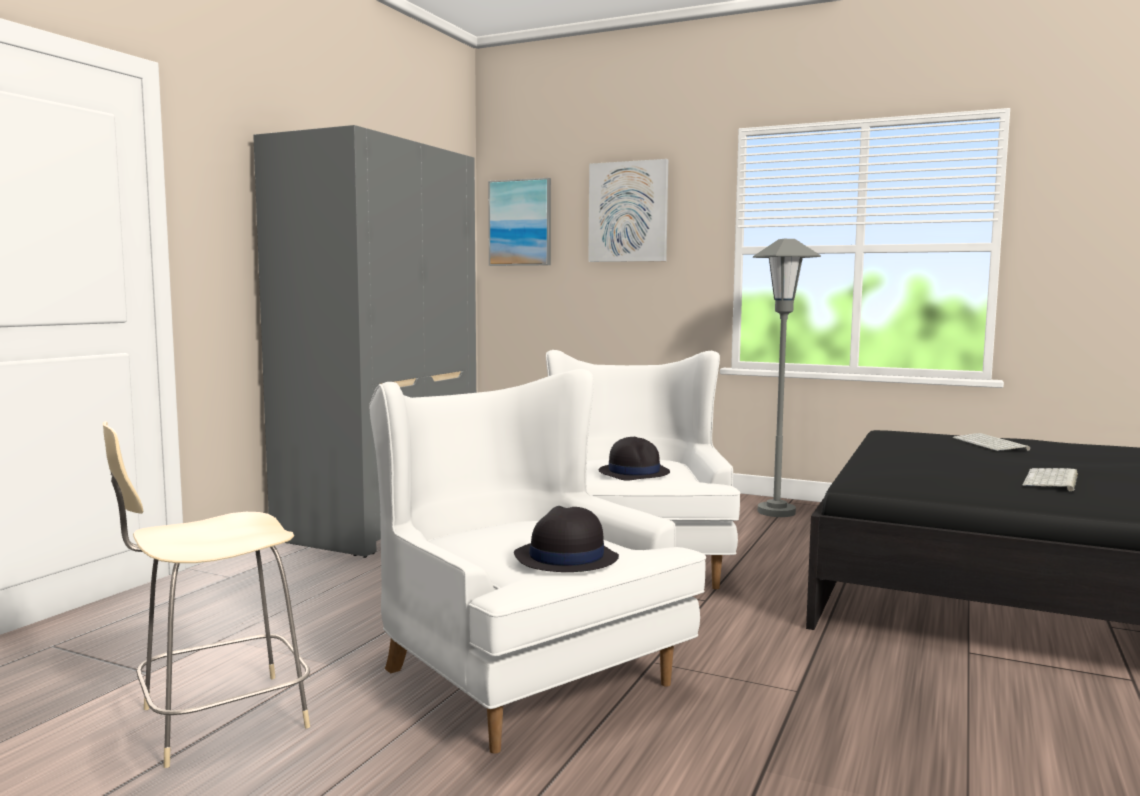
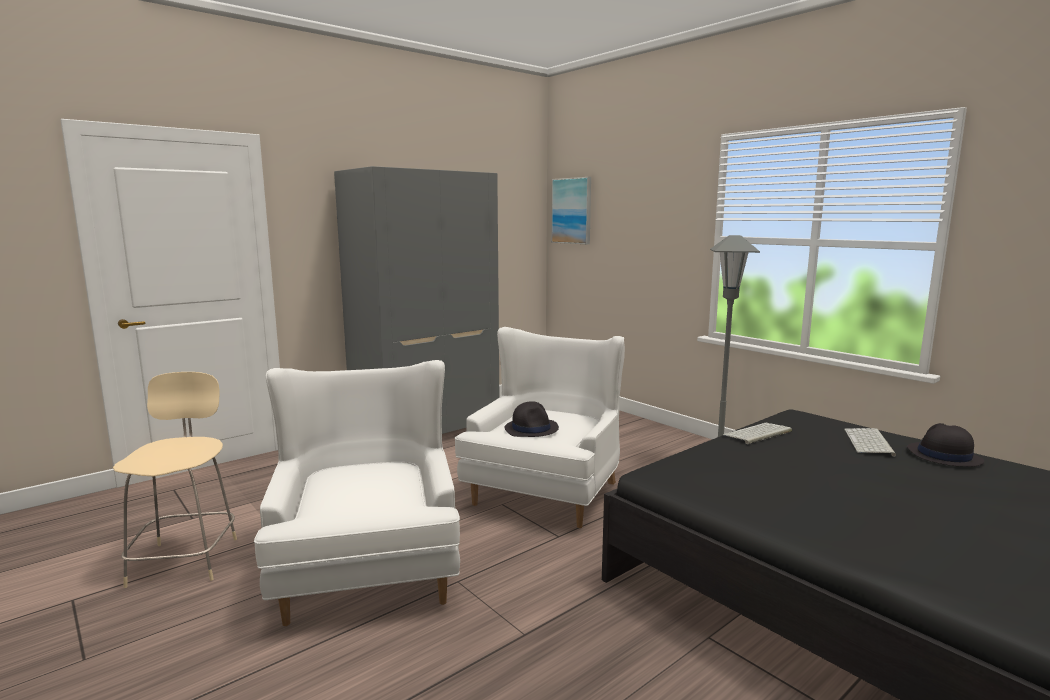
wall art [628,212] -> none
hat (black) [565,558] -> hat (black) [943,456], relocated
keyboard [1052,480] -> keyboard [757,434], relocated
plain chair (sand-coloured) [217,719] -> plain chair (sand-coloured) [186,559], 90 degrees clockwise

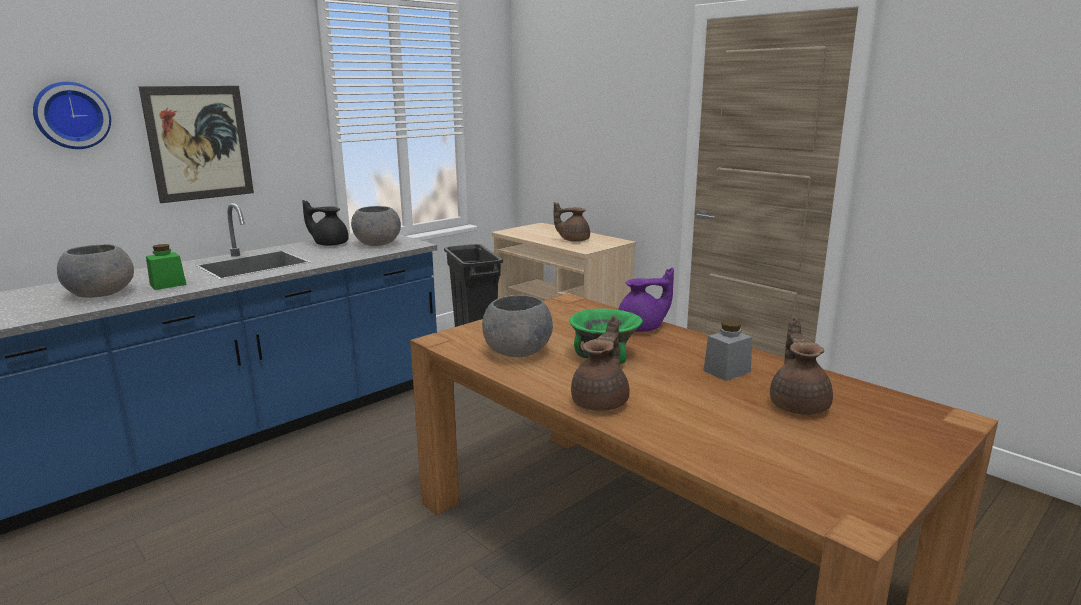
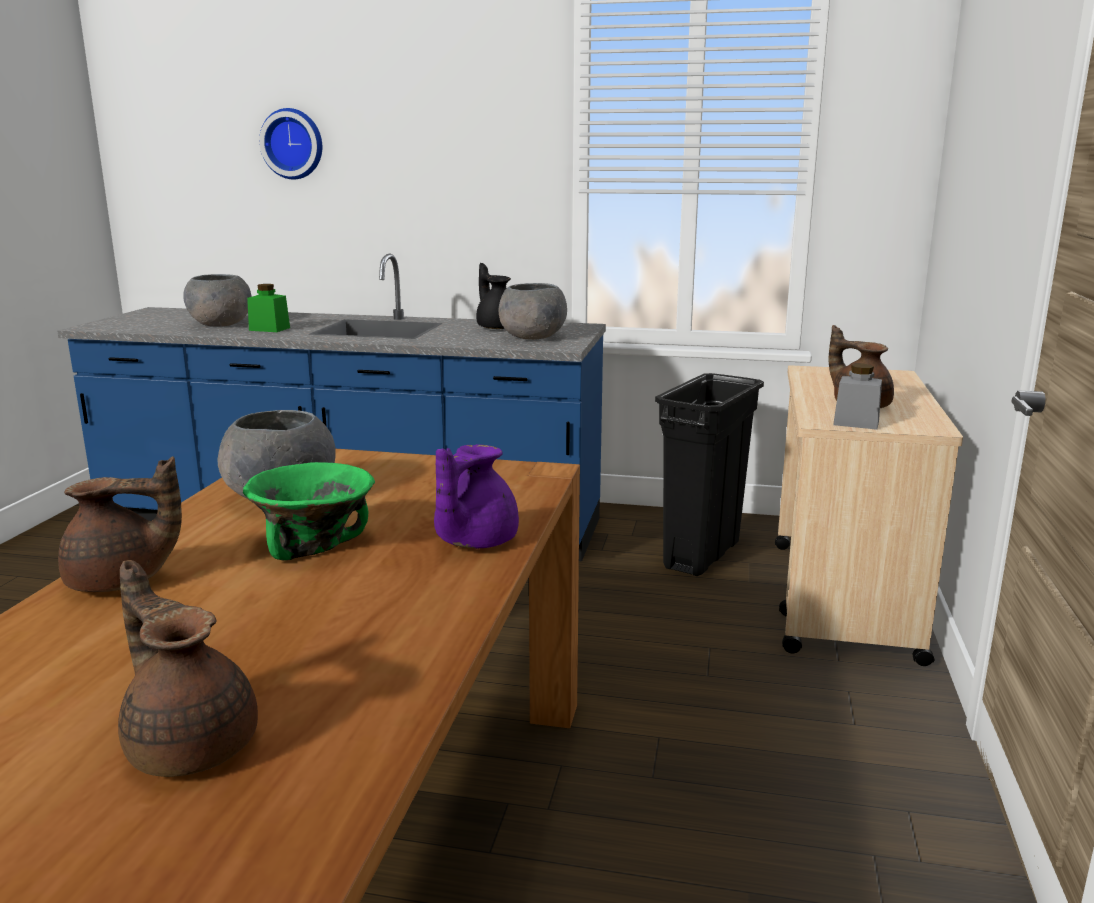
wall art [199,143] -> none
storage jar (grey) [727,371] -> storage jar (grey) [856,423], relocated
pot for tea (purple-coloured) [642,328] -> pot for tea (purple-coloured) [473,541], 75 degrees clockwise
pot for tea (brown-coloured) [798,405] -> pot for tea (brown-coloured) [191,743], 105 degrees counterclockwise

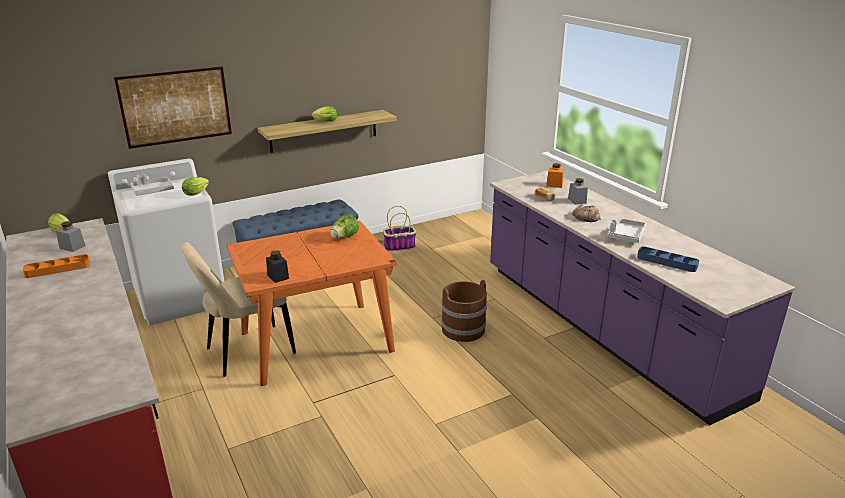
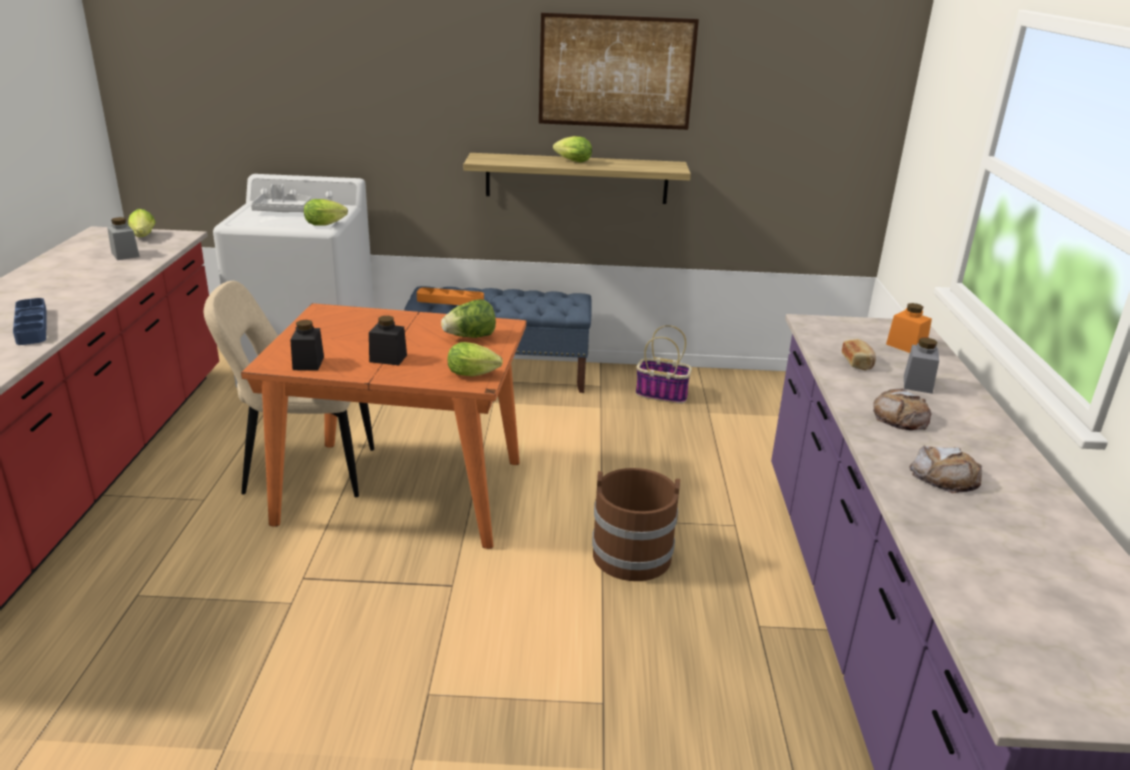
none -> storage jar (black) [388,358]
none -> head of lettuce [475,374]
tray (orangey) [58,269] -> tray (orangey) [450,301], relocated
wall art [176,107] -> wall art [616,72], relocated
tray (bluish) [667,262] -> tray (bluish) [31,326], relocated
tray (grey) [626,236] -> bread [945,476]

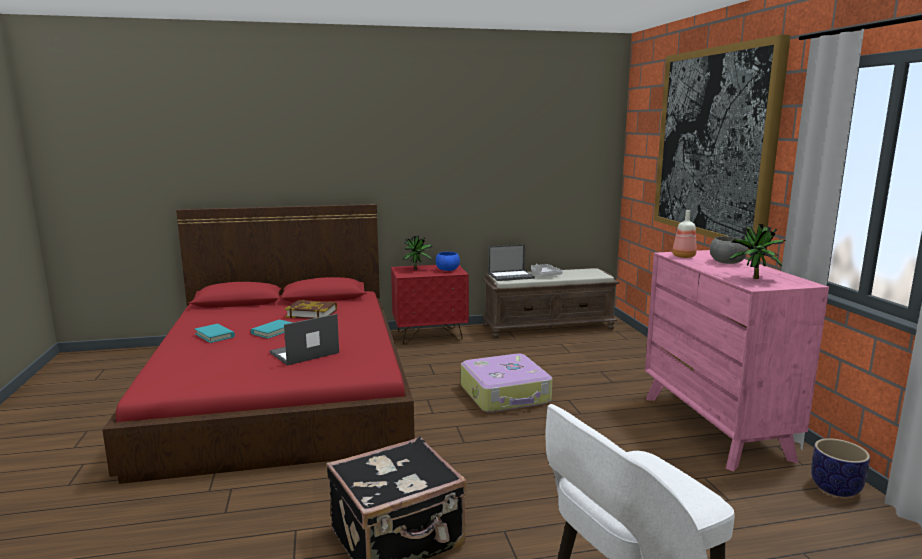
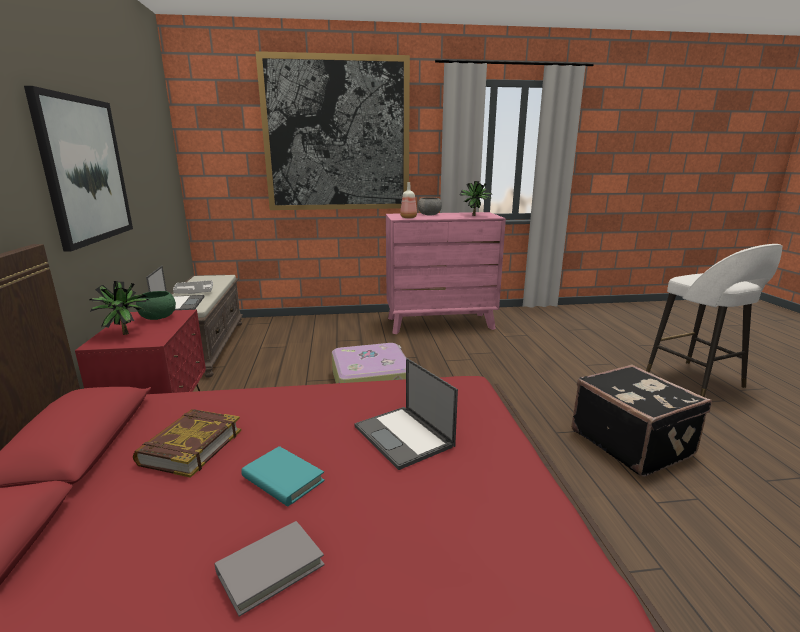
planter [835,488] -> none
none -> wall art [84,170]
book (turquoise-coloured) [214,335] -> book (grey) [270,568]
bowl (bluish) [447,270] -> bowl (green-coloured) [158,318]

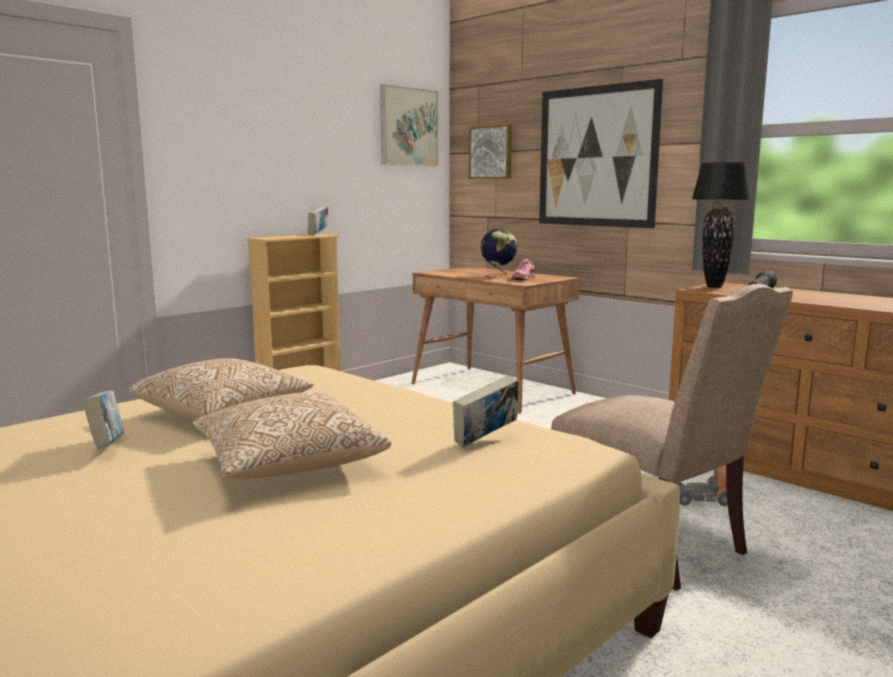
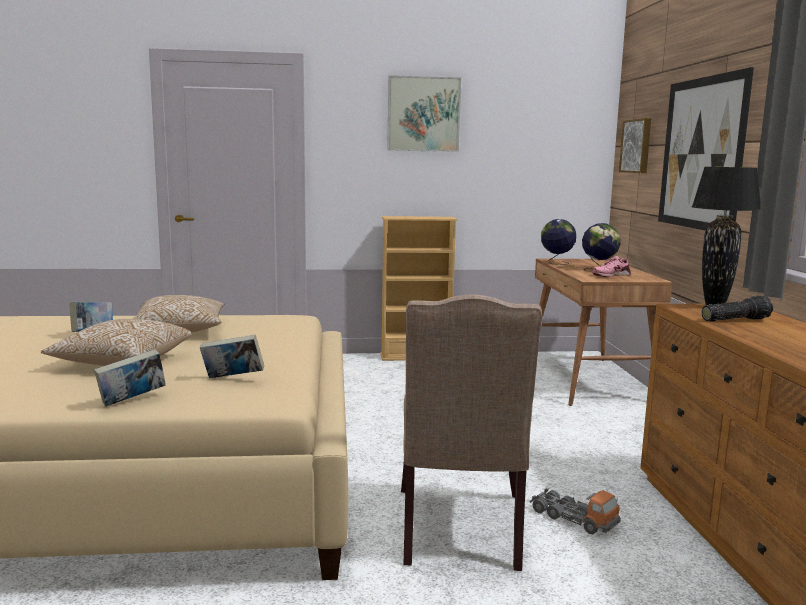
none -> globe [556,263]
book [318,234] -> book [132,401], relocated
wall art [409,127] -> wall art [423,114], relocated

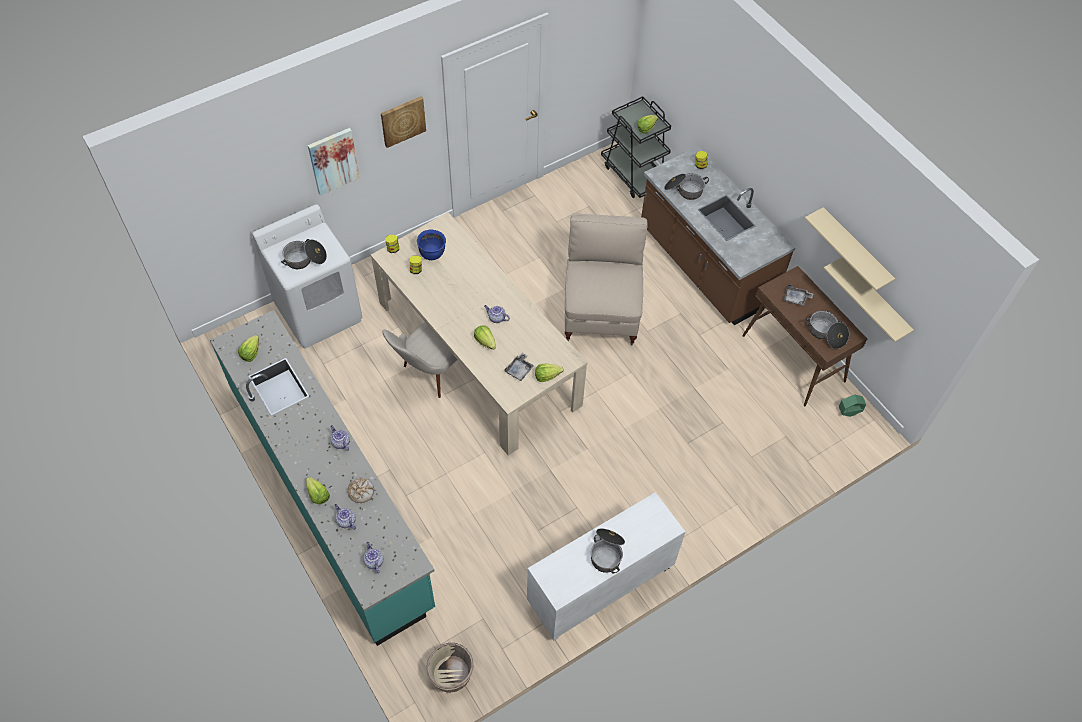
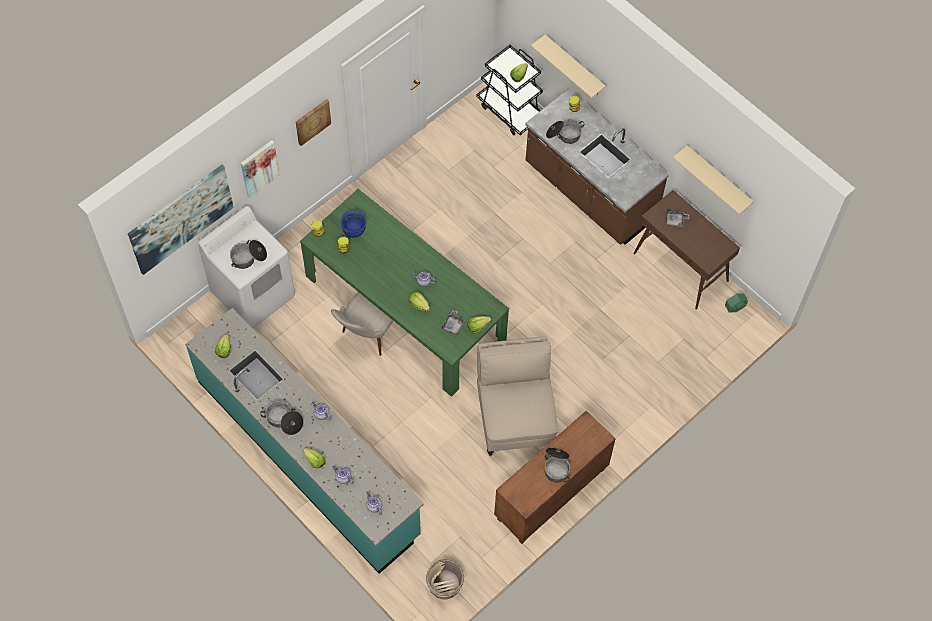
bread [361,492] -> none
none -> wall art [181,219]
plain chair (sand-coloured) [601,310] -> plain chair (sand-coloured) [515,418], relocated
stockpot [825,334] -> stockpot [284,421], relocated
shelf (sand-coloured) [873,300] -> shelf (sand-coloured) [574,66], relocated
dinner table (sand-coloured) [478,353] -> dinner table (green-coloured) [405,308]
cabinet (white-coloured) [600,588] -> cabinet (brown-coloured) [551,495]

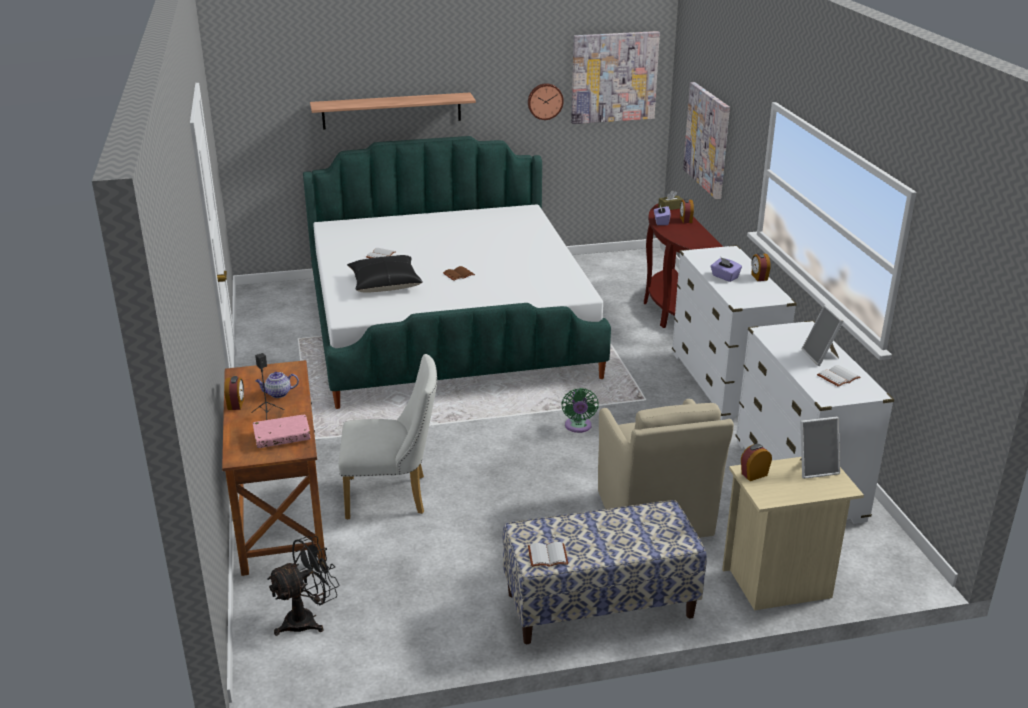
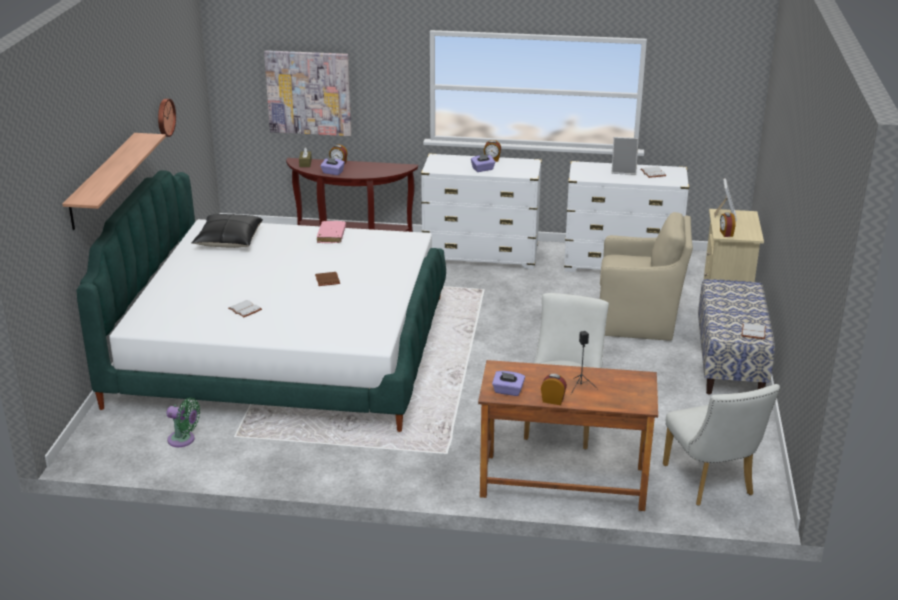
pot for tea [278,394] -> none
wall art [614,77] -> none
none -> box of tissues (purple-coloured) [508,391]
book (pink-coloured) [282,437] -> book (pink-coloured) [331,236], relocated
cushion (black) [385,283] -> cushion (black) [228,240], relocated
cooling fan (green-coloured) [578,427] -> cooling fan (green-coloured) [184,440], relocated
cooling fan (black) [307,619] -> plain chair (white-coloured) [711,484]

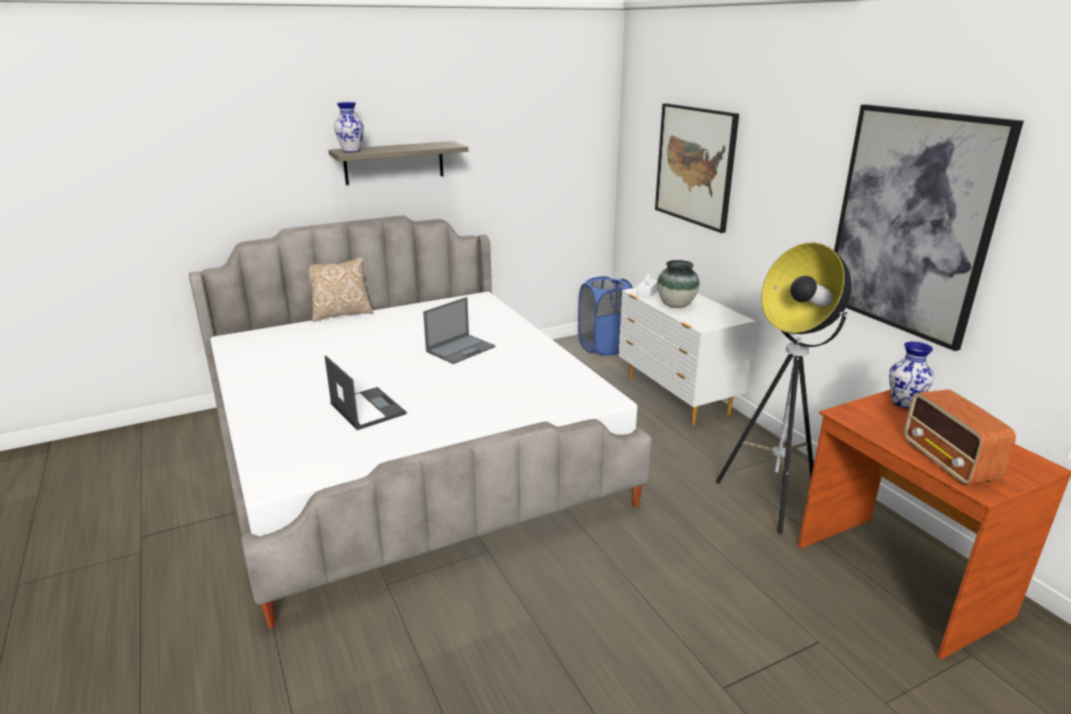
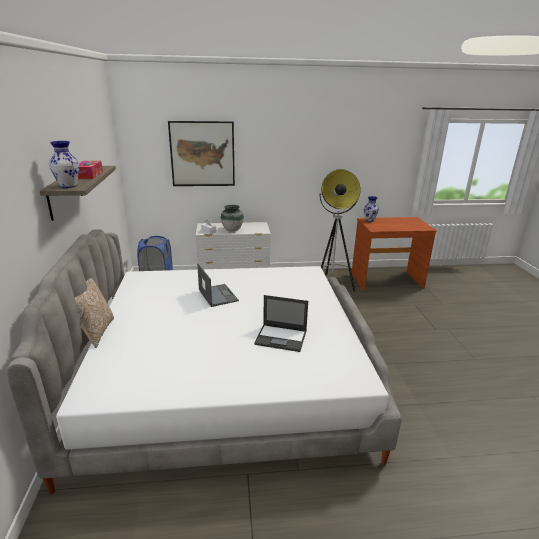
wall art [911,223] -> none
radio [948,462] -> none
none -> box of tissues [89,175]
laptop [367,408] -> laptop [281,338], 150 degrees counterclockwise

